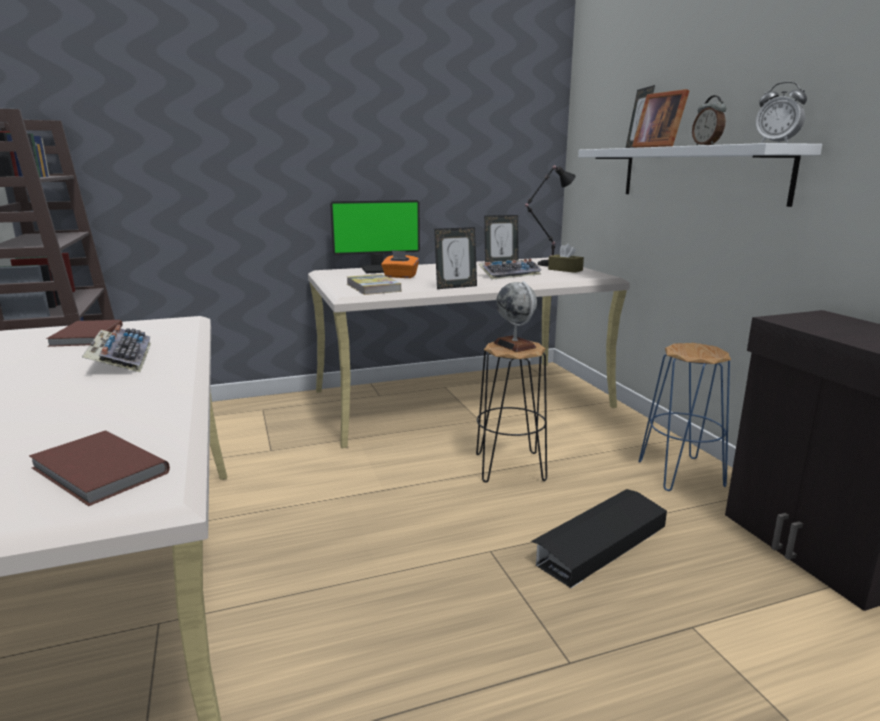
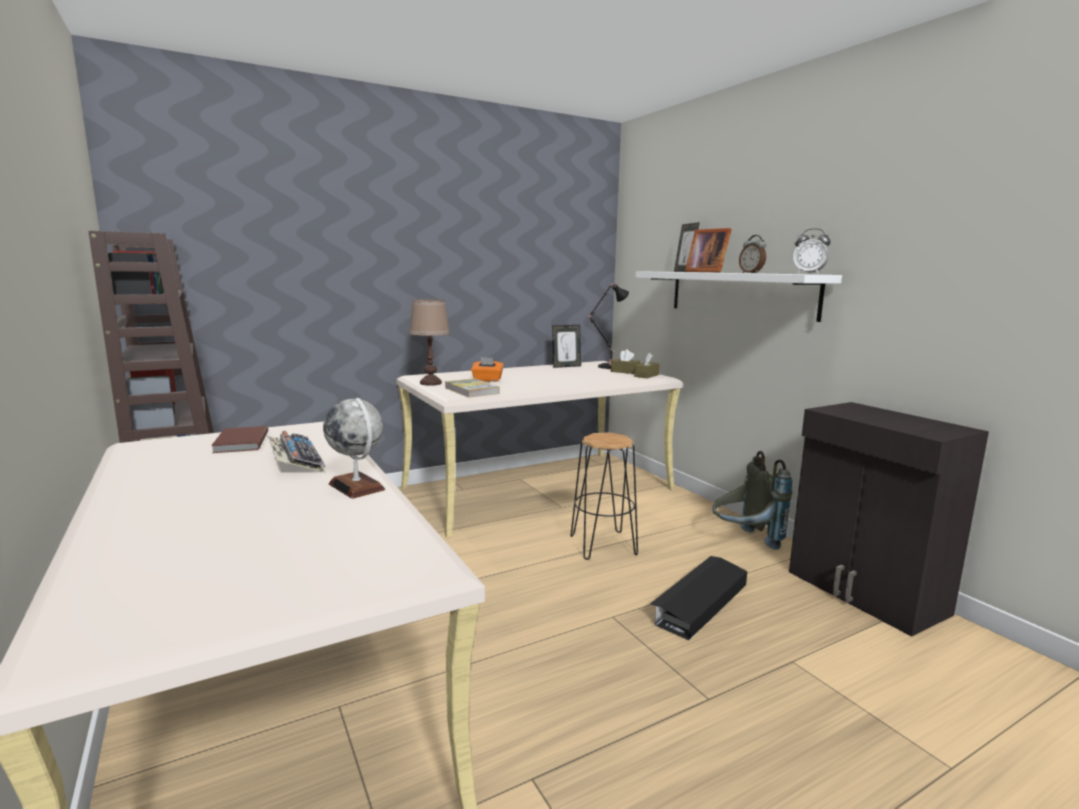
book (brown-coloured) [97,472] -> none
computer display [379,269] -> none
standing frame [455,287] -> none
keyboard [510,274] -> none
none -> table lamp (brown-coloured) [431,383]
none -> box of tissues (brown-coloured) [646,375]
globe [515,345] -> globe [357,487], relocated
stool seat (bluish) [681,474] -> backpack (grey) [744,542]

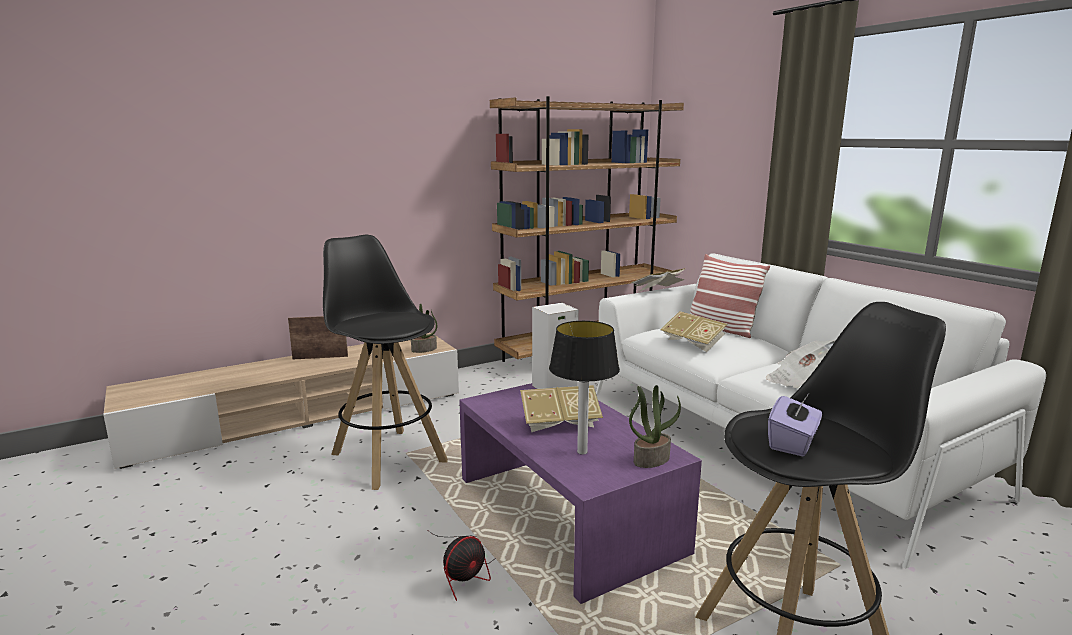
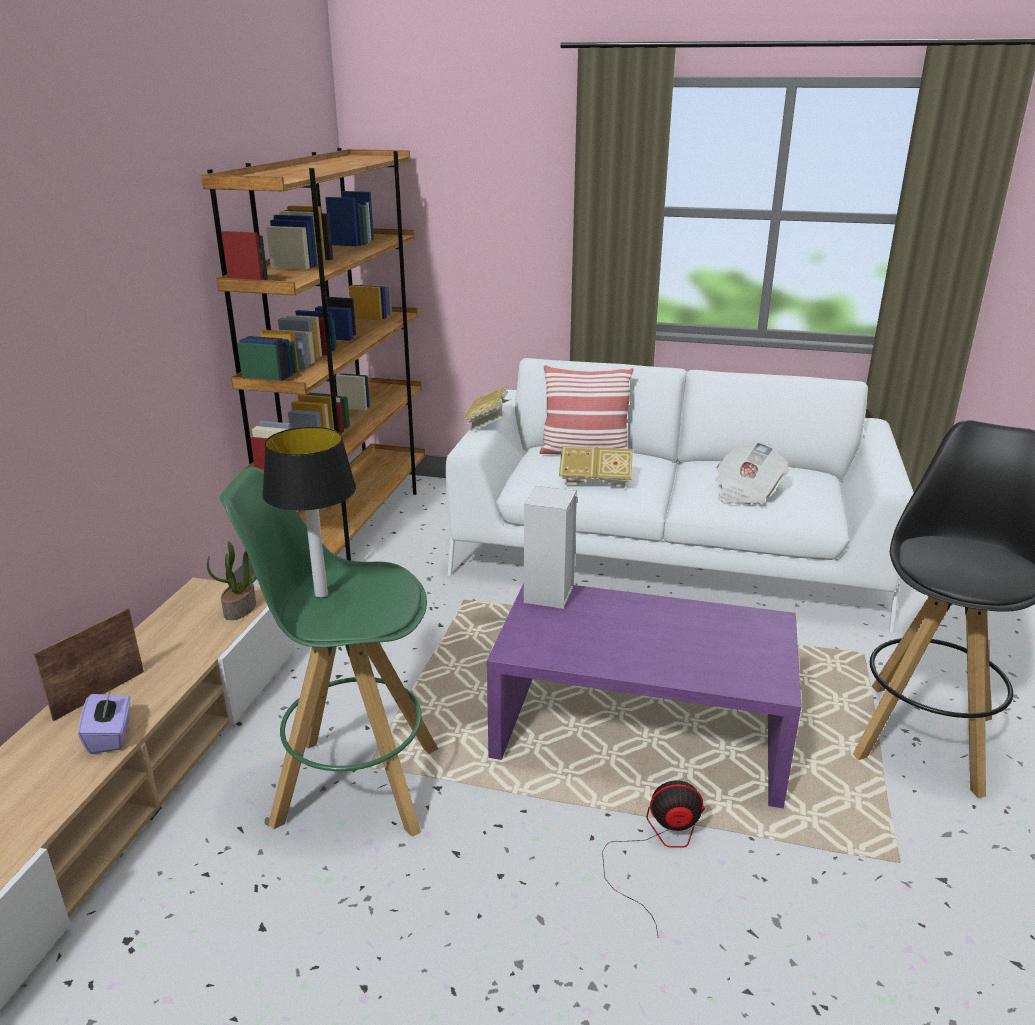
book [560,424] -> none
potted plant [651,459] -> none
table lamp [582,451] -> table lamp [321,593], relocated
box of tissues (purple-coloured) [792,443] -> box of tissues (purple-coloured) [110,736], relocated
stool seat (black) [388,457] -> stool seat (green-coloured) [355,784]
cooling fan [467,570] -> cooling fan [657,848], 90 degrees counterclockwise

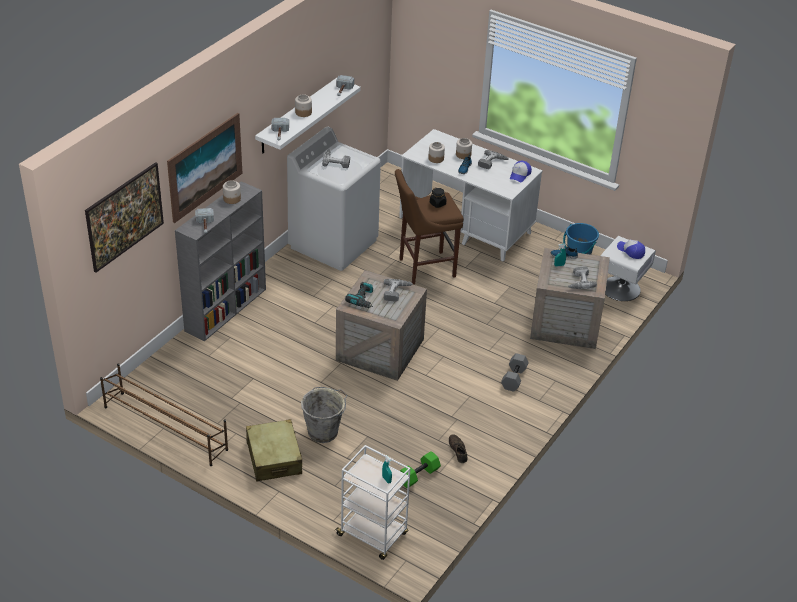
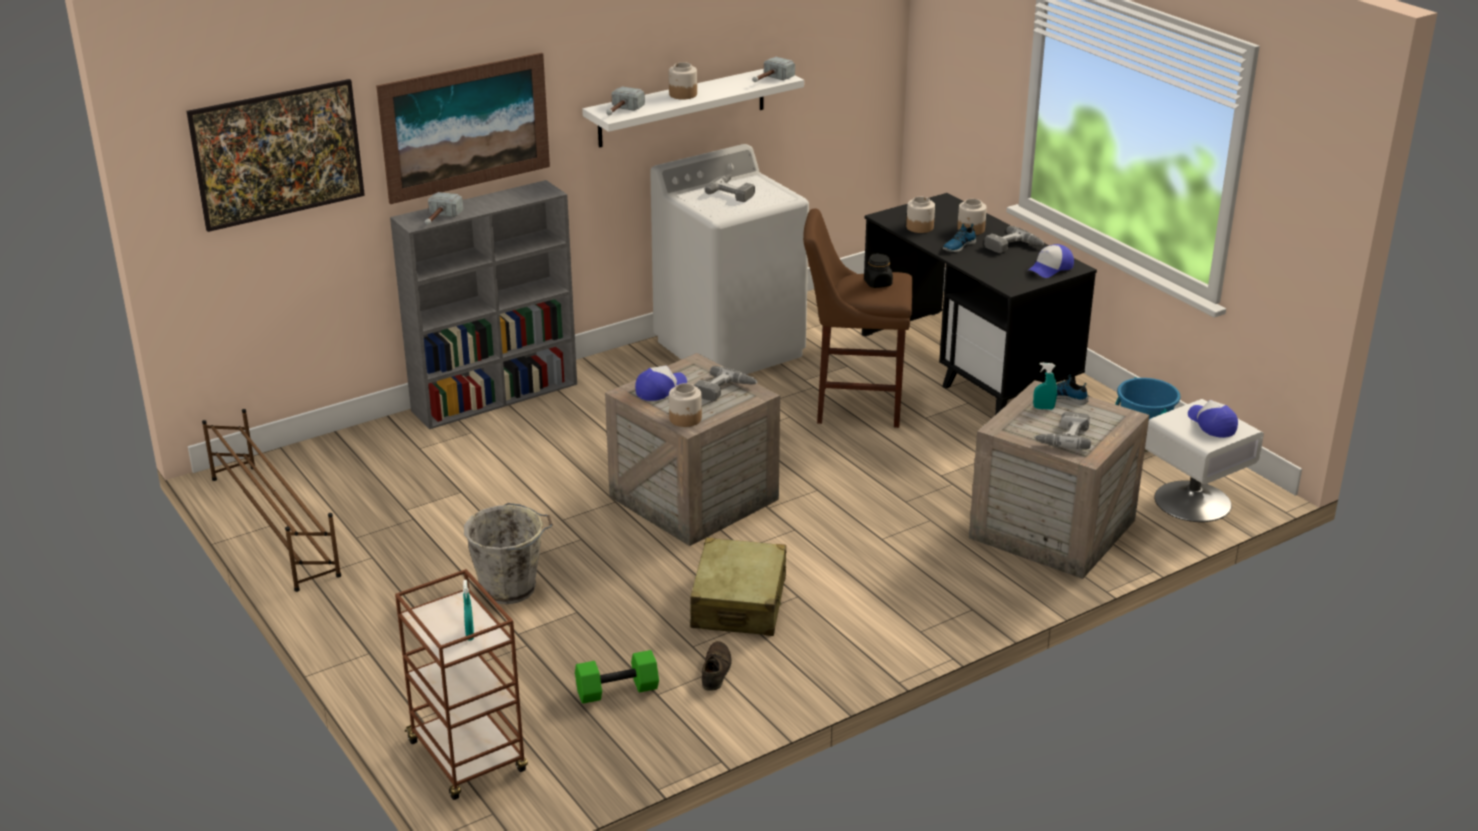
dumbbell (grey) [513,378] -> none
storage jar [232,199] -> storage jar [685,419], relocated
travel case (sand-coloured) [274,458] -> travel case (sand-coloured) [739,603], relocated
electric drill [363,299] -> baseball cap [660,389]
cart (white-coloured) [373,535] -> cart (brown-coloured) [468,758]
desk table (white-coloured) [467,226] -> desk table (black) [969,365]

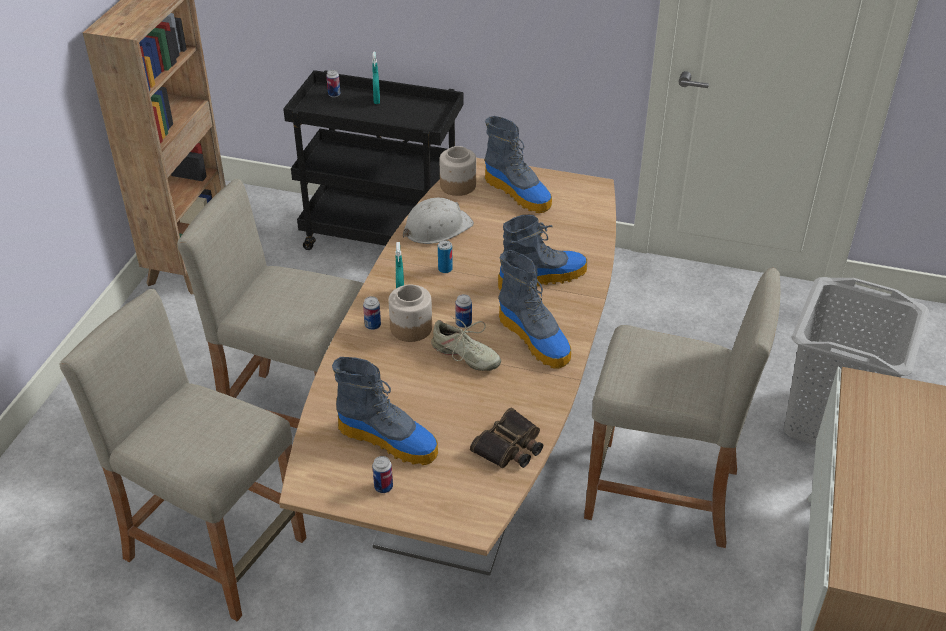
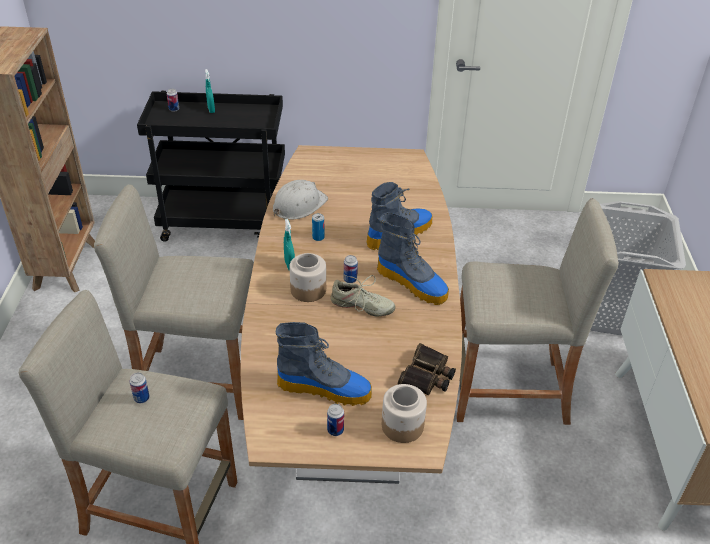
high-top boot [518,193] -> none
can [372,325] -> can [141,398], relocated
storage jar [457,186] -> storage jar [402,426], relocated

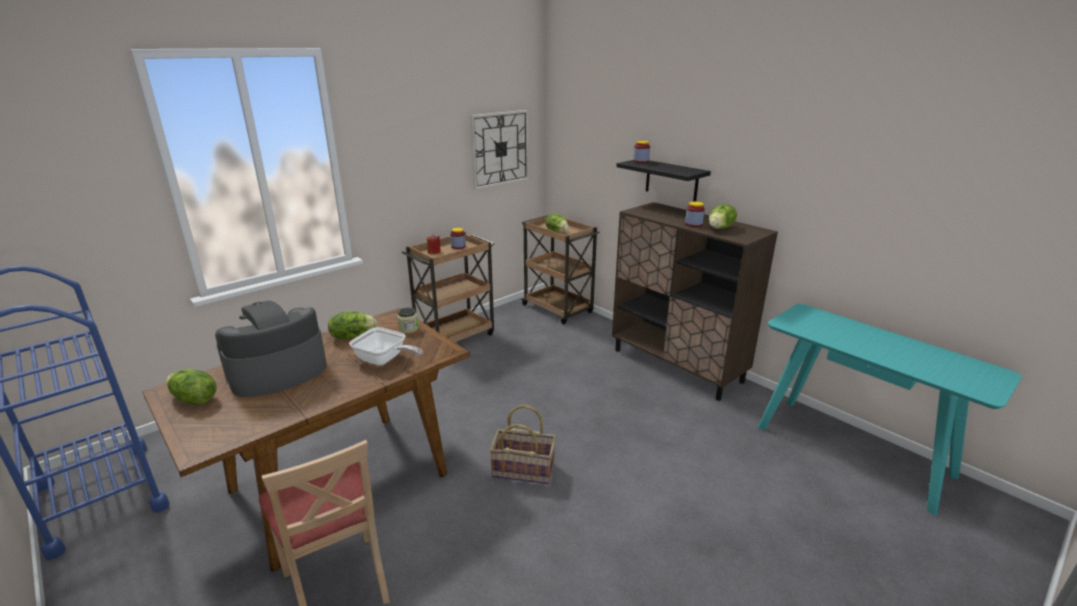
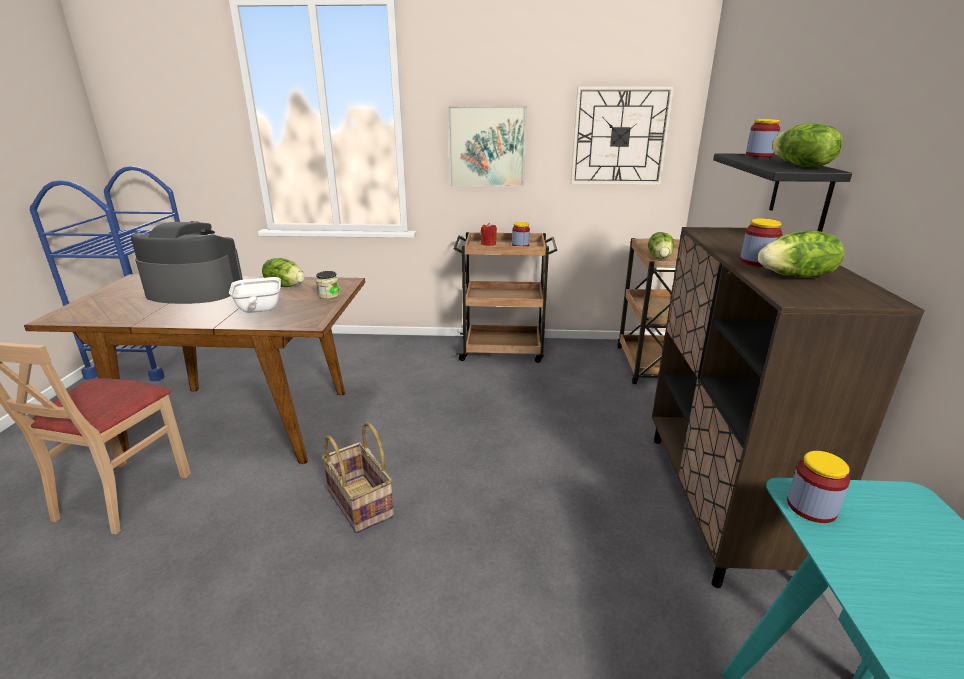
none -> wall art [487,146]
none -> storage jar [811,507]
head of lettuce [194,400] -> head of lettuce [800,166], relocated

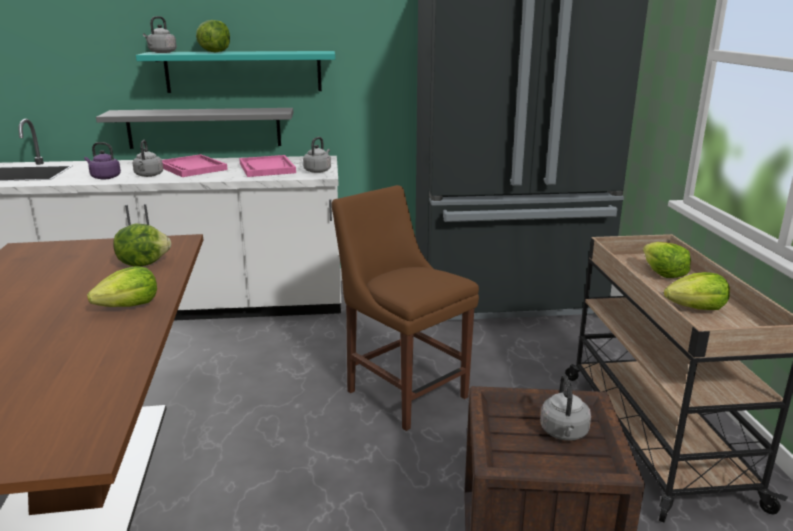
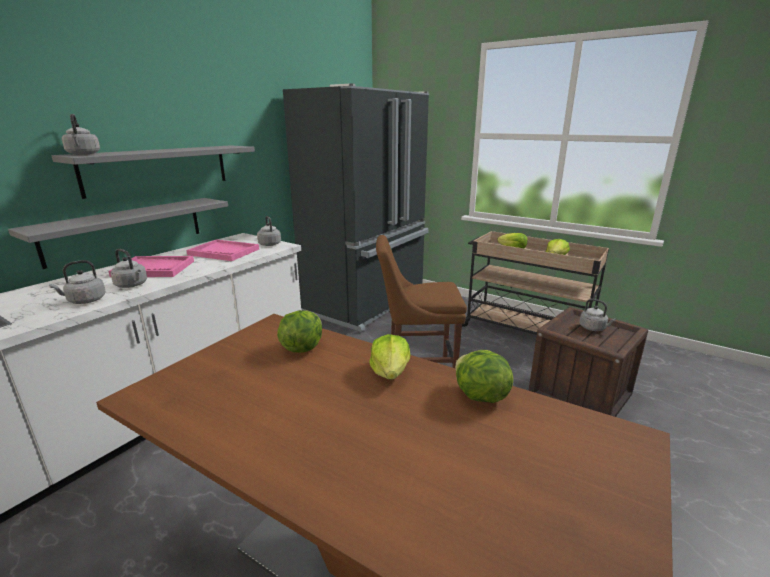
head of lettuce [214,52] -> head of lettuce [479,396], relocated
water kettle (purple-coloured) [104,177] -> water kettle (grey) [85,301]
shelf (turquoise-coloured) [243,71] -> shelf (grey) [159,169]

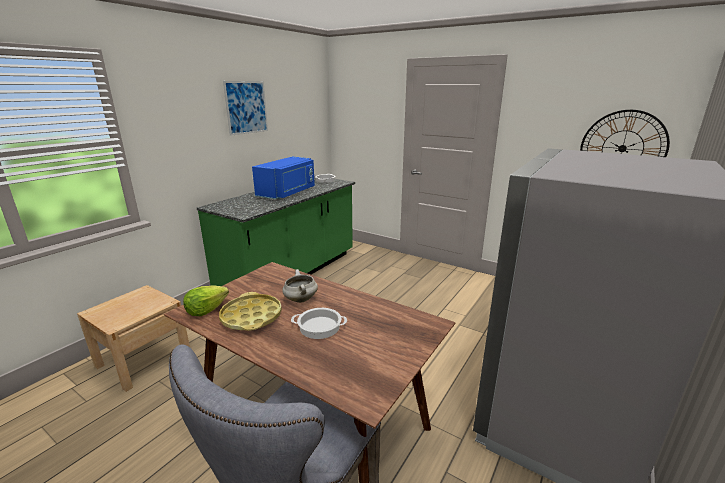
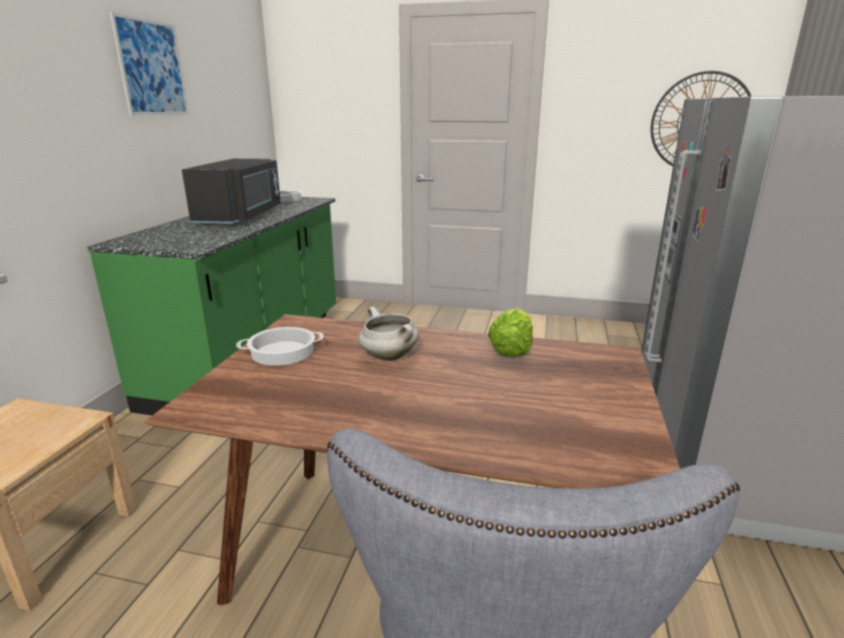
tray (yellow-coloured) [251,317] -> none
head of lettuce [206,310] -> head of lettuce [511,350], relocated
stockpot [320,327] -> stockpot [283,352], relocated
microwave (bluish) [288,193] -> microwave (black) [241,216]

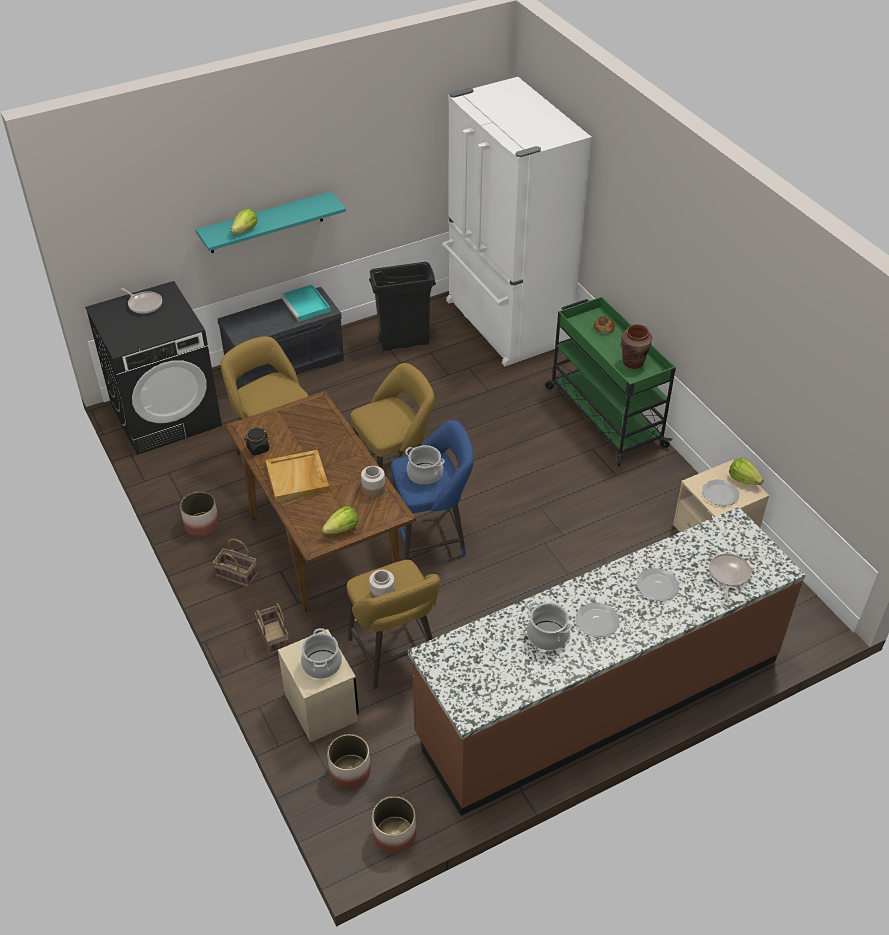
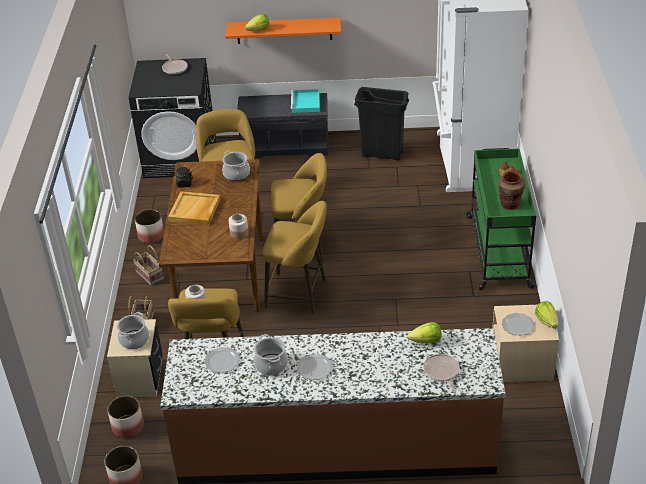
head of lettuce [342,529] -> head of lettuce [426,341], relocated
stockpot [424,474] -> stockpot [236,174], relocated
plate [656,586] -> plate [221,361], relocated
shelf (turquoise-coloured) [266,223] -> shelf (orangey) [284,30]
stool seat (bluish) [432,537] -> stool seat (yellow-coloured) [299,294]
frying pan [728,575] -> frying pan [441,372], 60 degrees counterclockwise

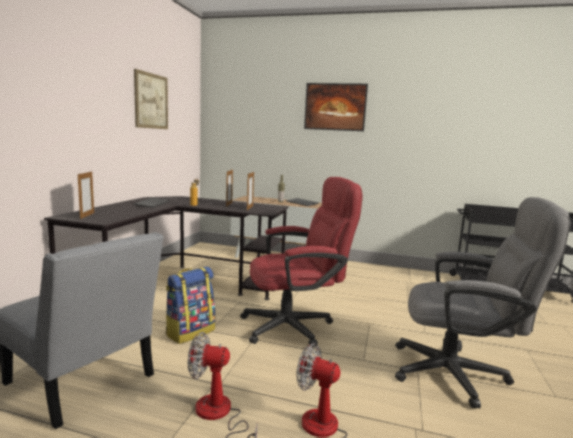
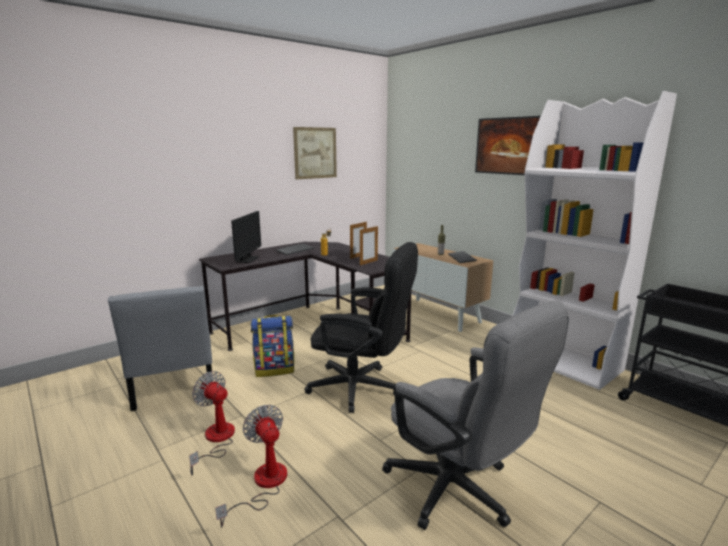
standing frame [87,215] -> none
none -> computer display [247,259]
none -> bookcase (white-coloured) [564,361]
desk chair (red-coloured) [296,326] -> desk chair (black) [362,388]

